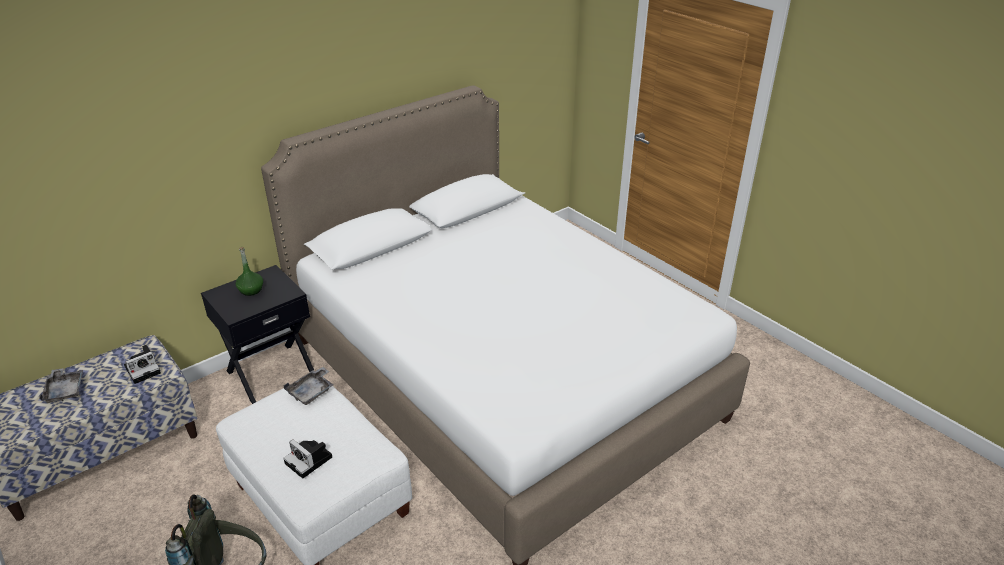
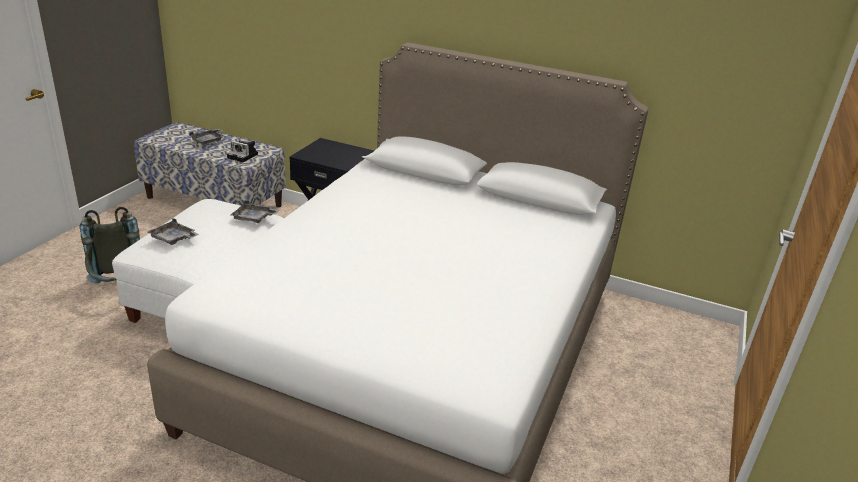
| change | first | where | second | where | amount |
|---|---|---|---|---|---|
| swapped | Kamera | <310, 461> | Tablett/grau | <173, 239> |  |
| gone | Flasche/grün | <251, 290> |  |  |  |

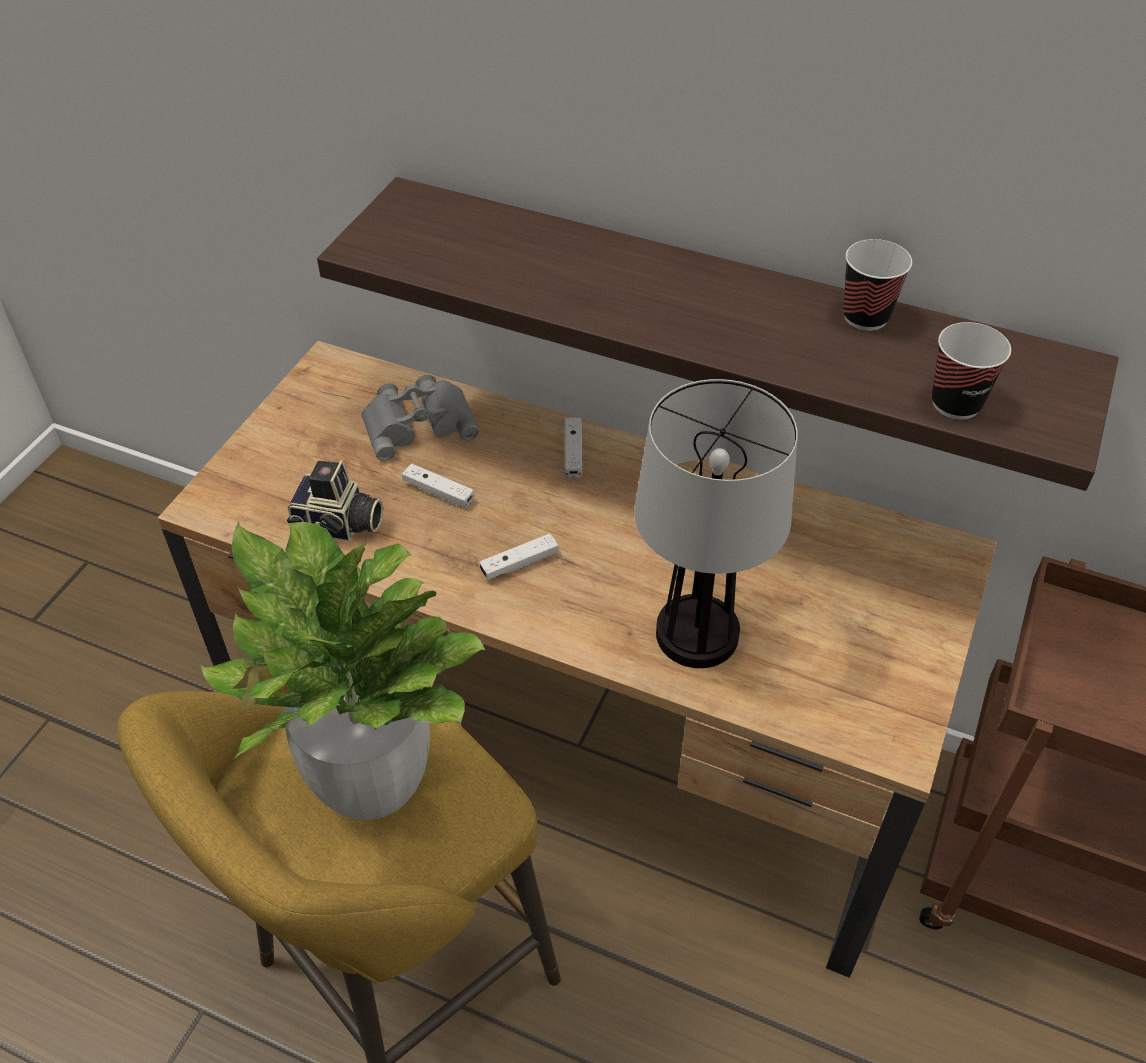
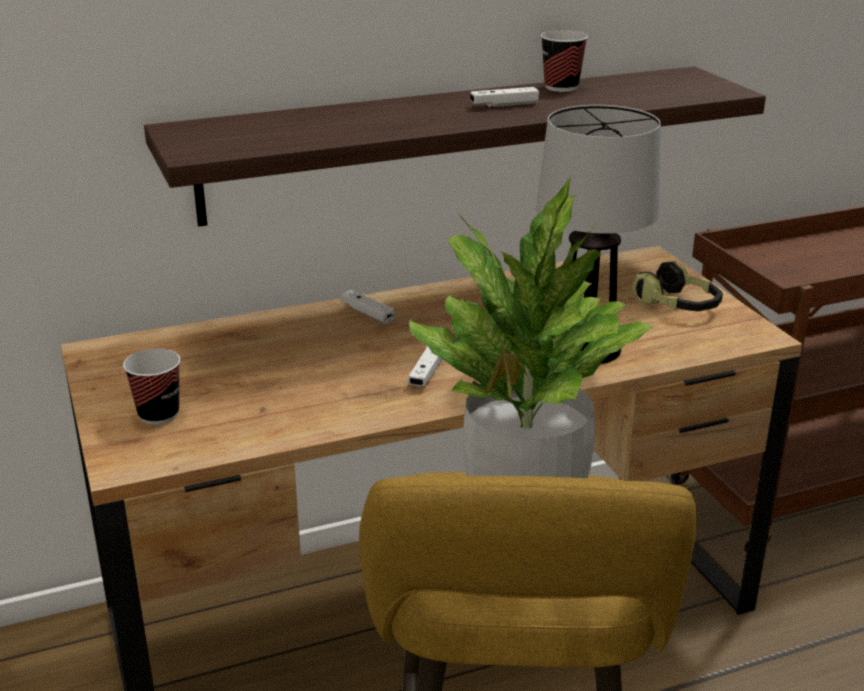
| change | first | where | second | where | amount |
|---|---|---|---|---|---|
| shifted | Tasse | <956, 403> |  | <159, 414> |  |
| shifted | Gamepad/weiß | <438, 492> |  | <504, 105> |  |
| new |  |  | Kopfhörer | <678, 305> |  |
| gone | Kamera | <339, 525> |  |  |  |
| gone | Fernglas/grau | <418, 422> |  |  |  |

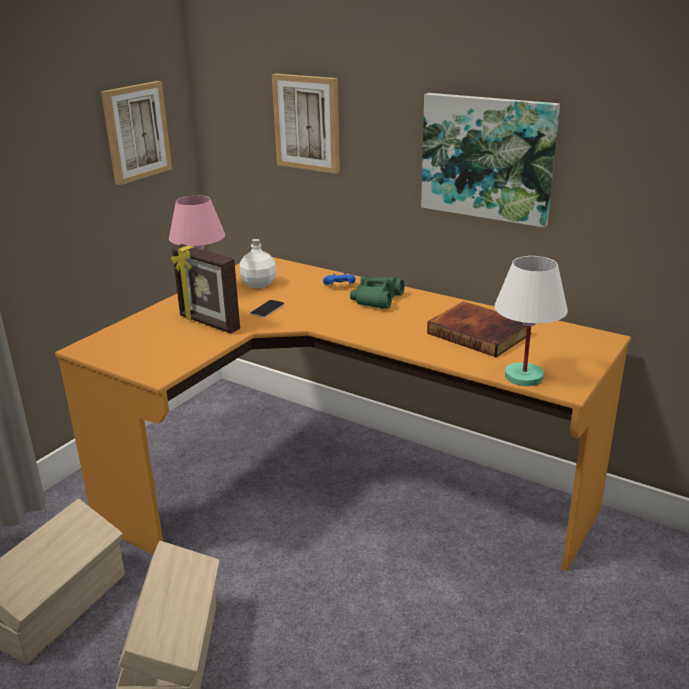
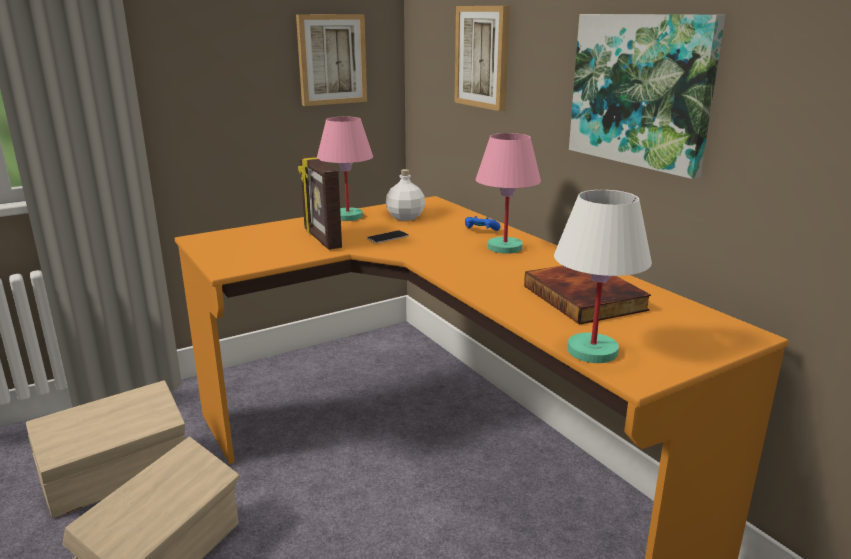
| change | first | where | second | where | amount |
|---|---|---|---|---|---|
| swapped | Fernglas/grün | <376, 299> | Tischlampe/rosa | <504, 248> |  |

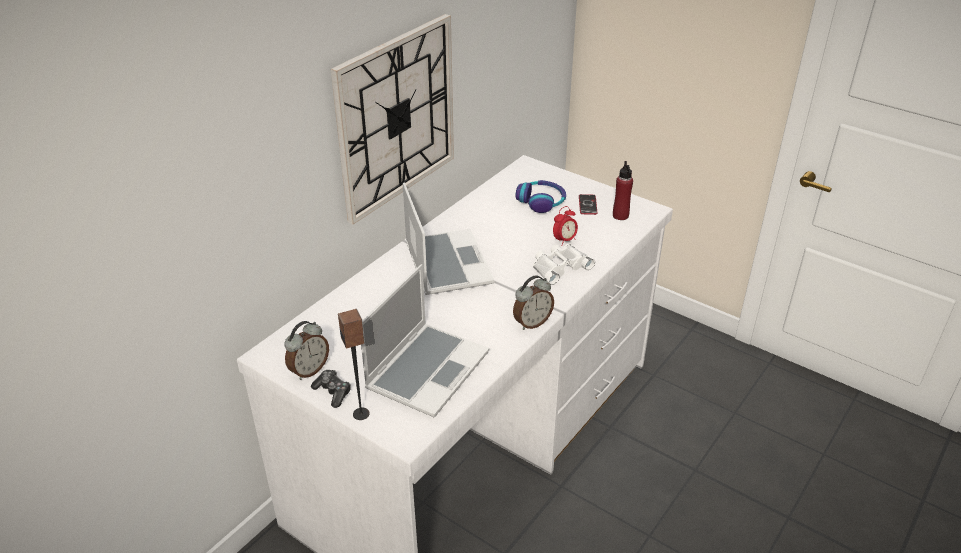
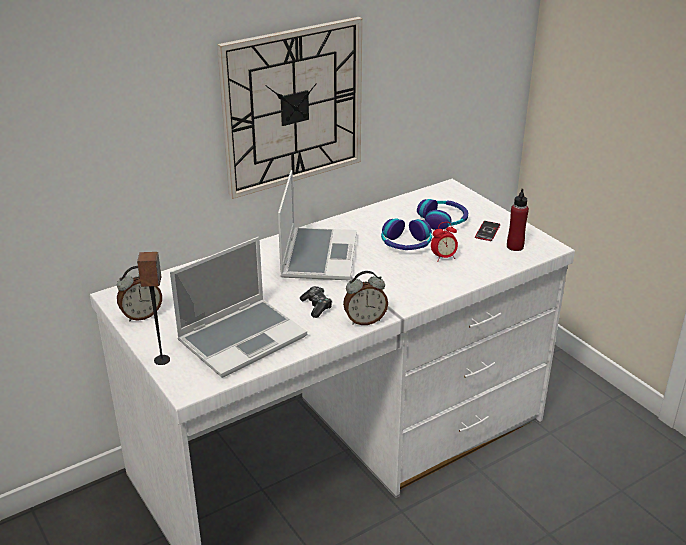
| change | first | where | second | where | amount |
|---|---|---|---|---|---|
| shifted | Gamepad | <333, 392> |  | <316, 306> |  |
| new |  |  | Kopfhörer | <406, 244> |  |
| gone | Fernglas/weiß | <559, 267> |  |  |  |

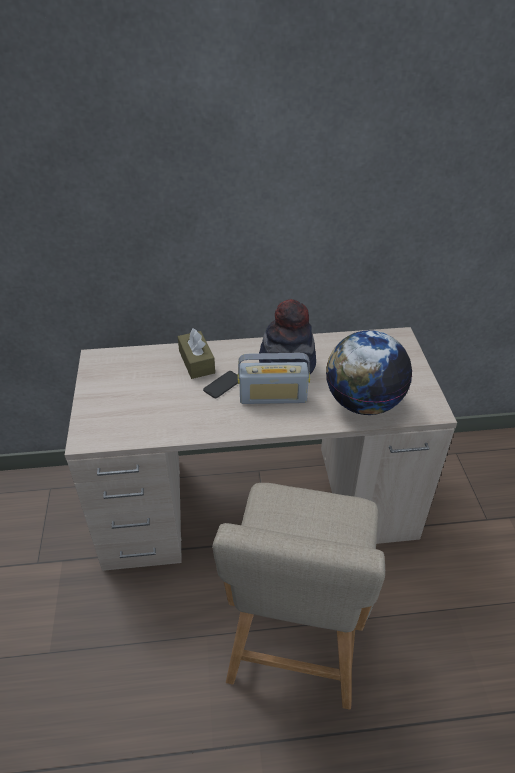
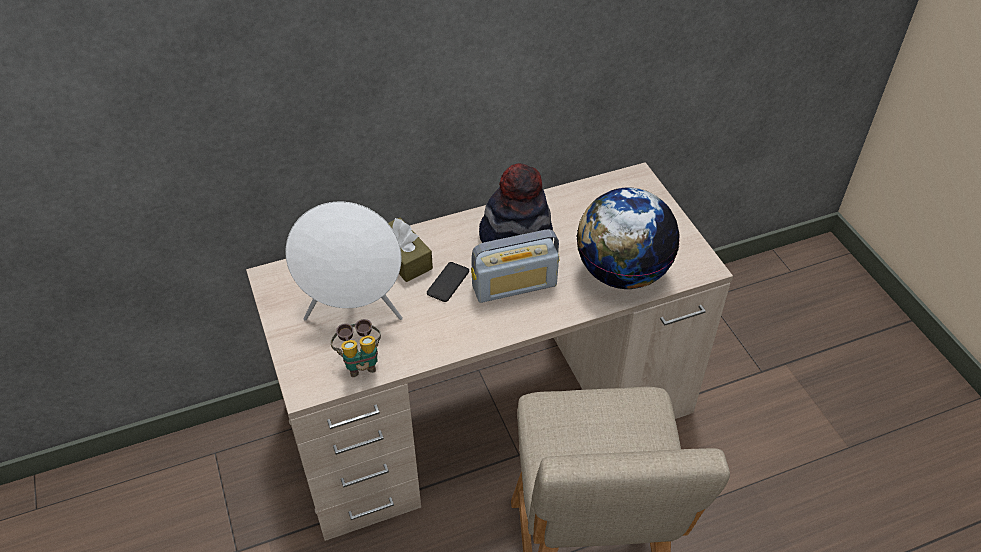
| change | first | where | second | where | amount |
|---|---|---|---|---|---|
| new |  |  | Lautsprecher/weiß | <354, 311> |  |
| new |  |  | Fernglas | <360, 362> |  |

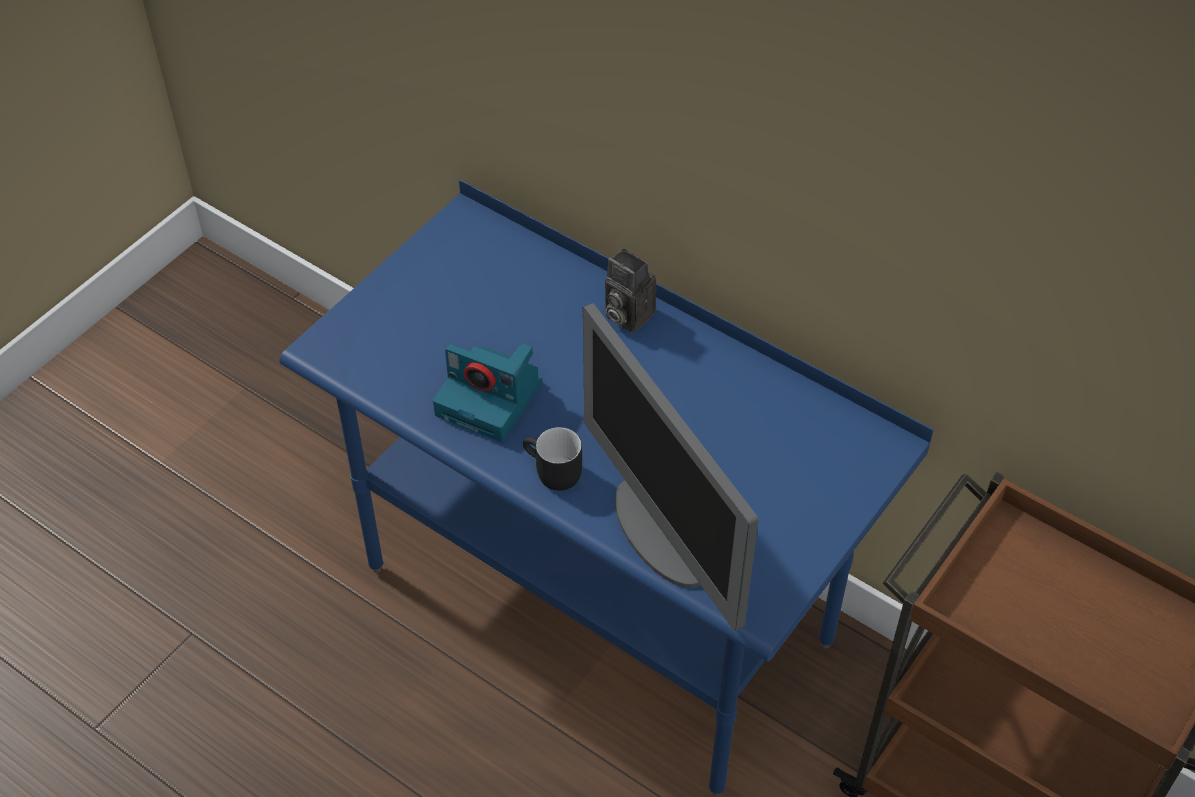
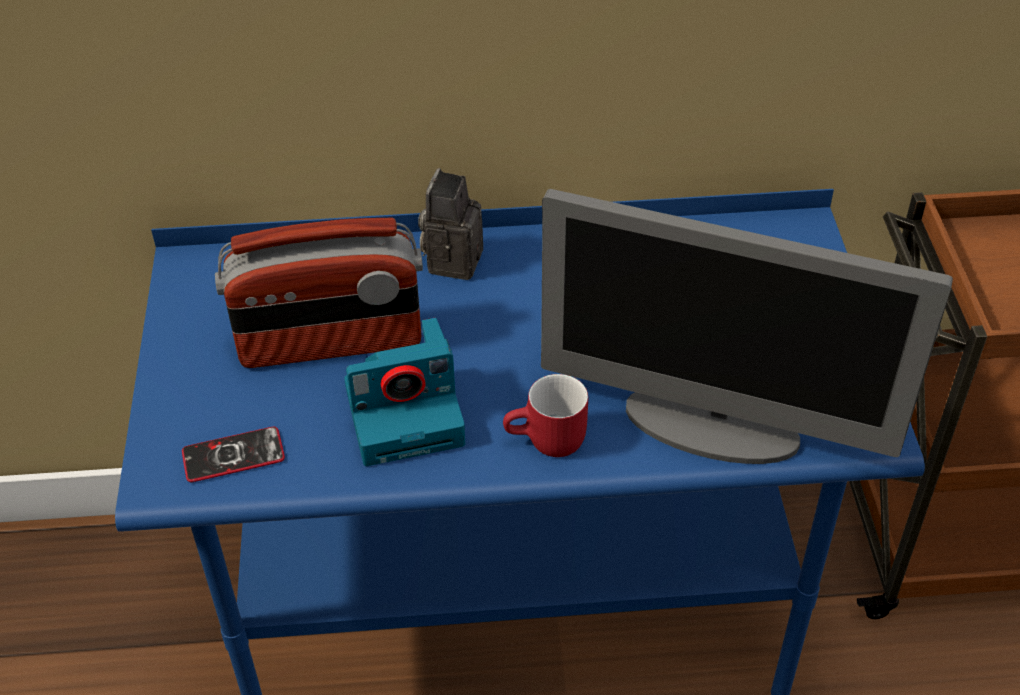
| change | first | where | second | where | amount |
|---|---|---|---|---|---|
| new |  |  | Handy | <233, 456> |  |
| new |  |  | Radio | <330, 343> |  |
| rotated | Kamera | <626, 315> |  | <452, 259> | 105 degrees clockwise |
| repainted | Henkelbecher/schwarz | <551, 474> | Henkelbecher/rot | <548, 443> |  |

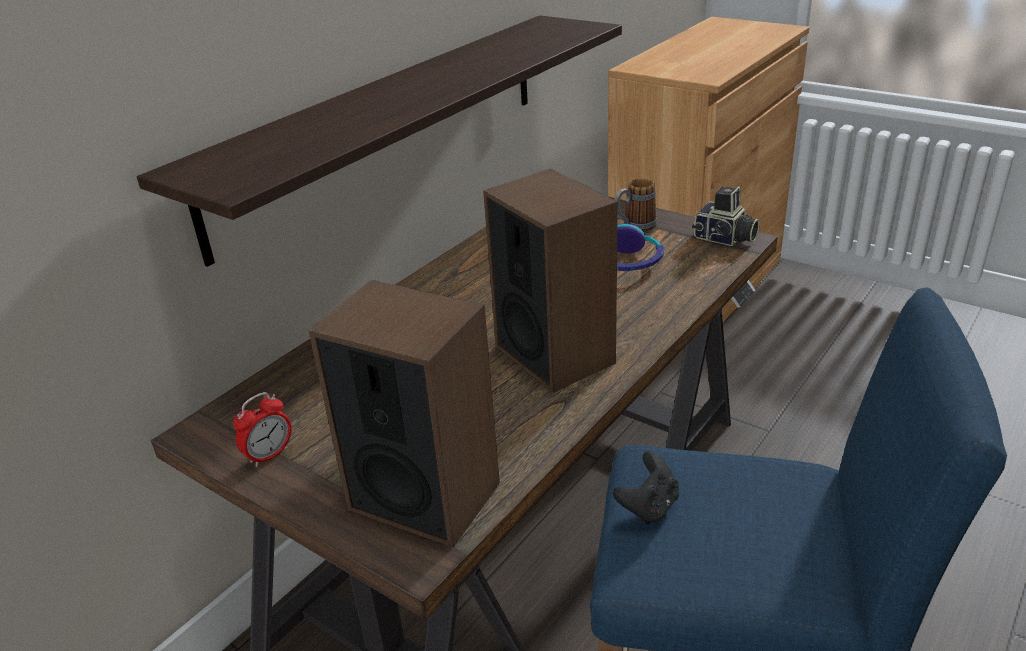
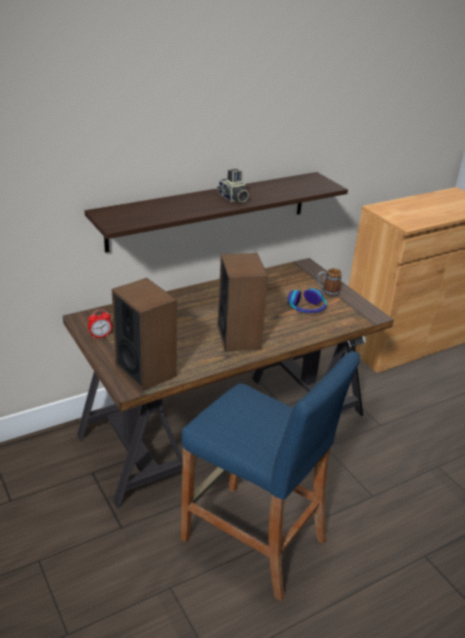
| change | first | where | second | where | amount |
|---|---|---|---|---|---|
| shifted | Kamera | <724, 239> |  | <233, 198> |  |
| gone | Gamepad/schwarz | <648, 507> |  |  |  |

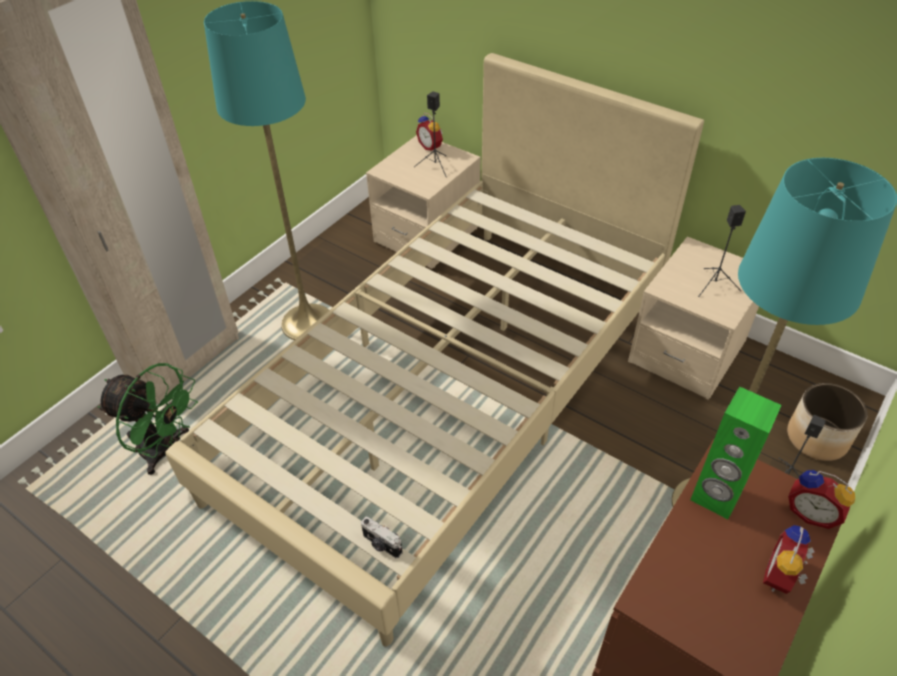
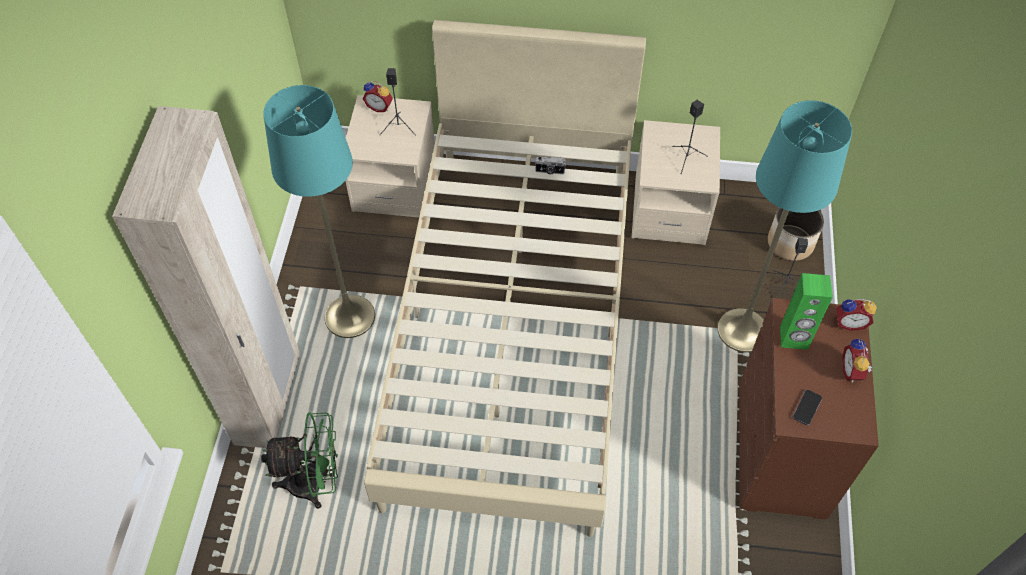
| change | first | where | second | where | amount |
|---|---|---|---|---|---|
| shifted | Kamera | <381, 545> |  | <549, 171> |  |
| new |  |  | Handy | <806, 408> |  |

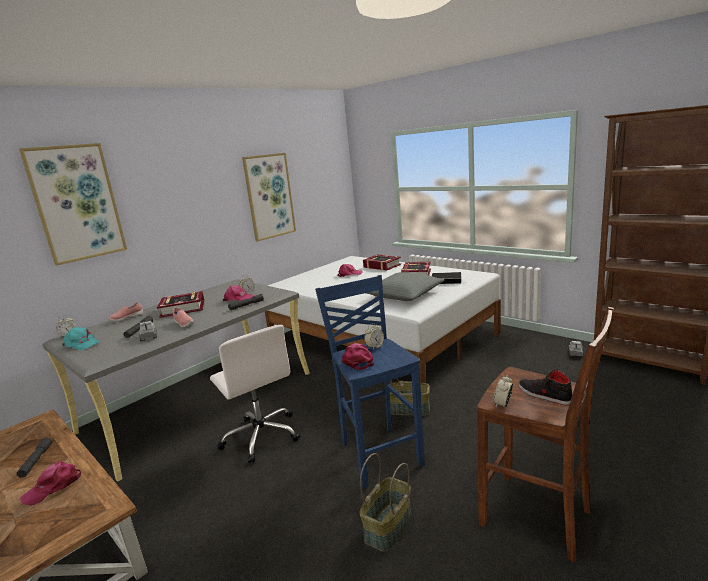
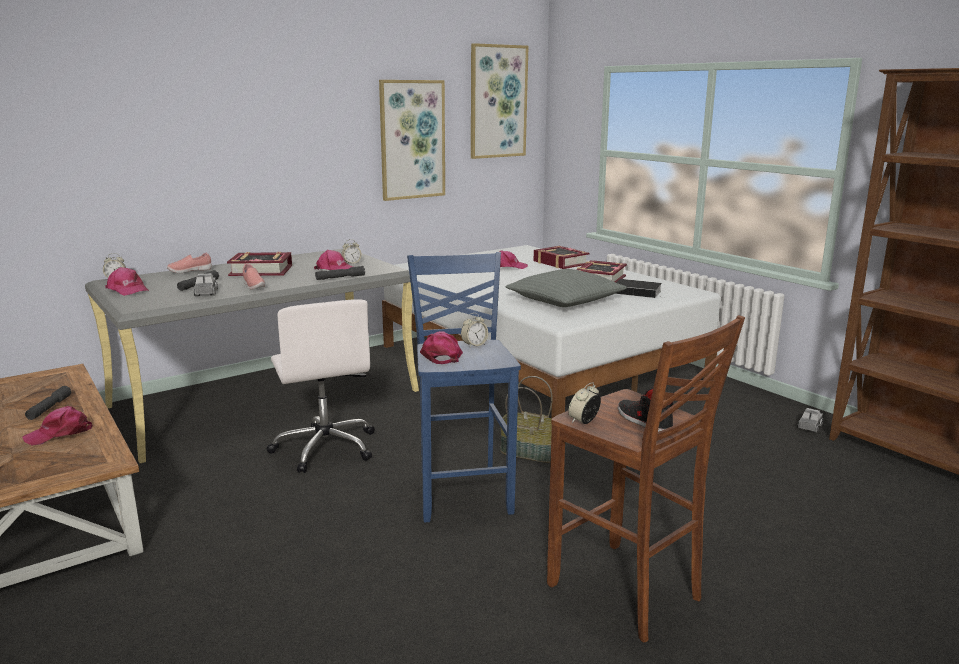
| change | first | where | second | where | amount |
|---|---|---|---|---|---|
| repainted | Kappe/türkis | <82, 344> | Kappe/rosa | <127, 290> |  |
| shifted | Bild | <76, 203> |  | <498, 102> |  |
| gone | Korb | <389, 527> |  |  |  |

